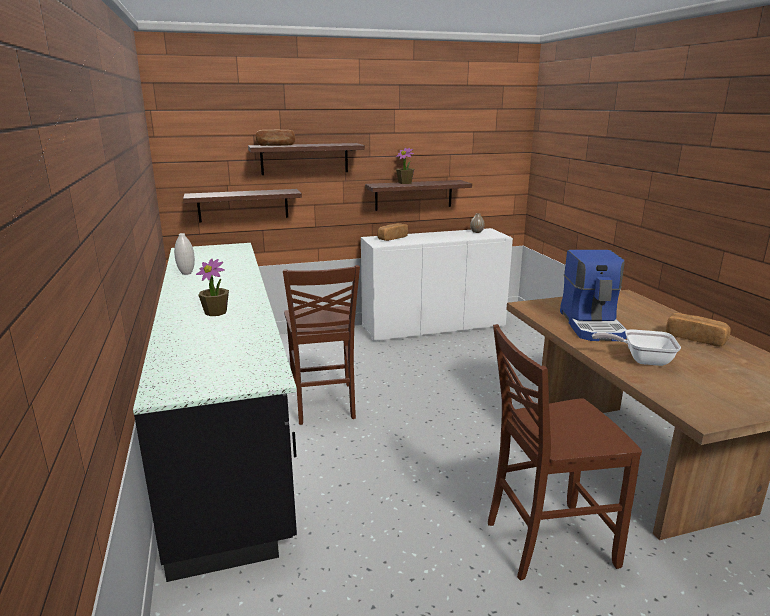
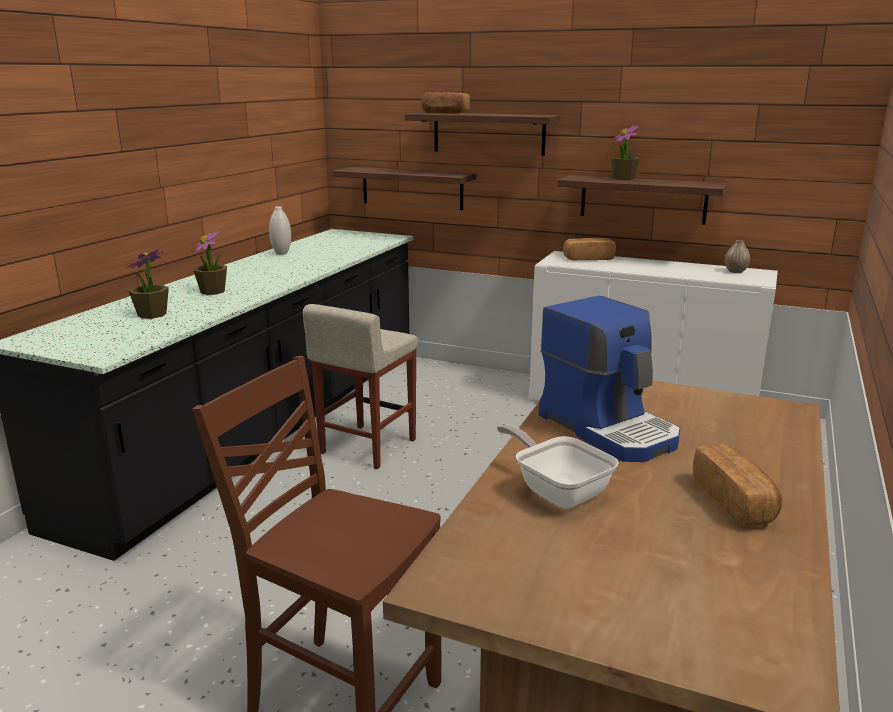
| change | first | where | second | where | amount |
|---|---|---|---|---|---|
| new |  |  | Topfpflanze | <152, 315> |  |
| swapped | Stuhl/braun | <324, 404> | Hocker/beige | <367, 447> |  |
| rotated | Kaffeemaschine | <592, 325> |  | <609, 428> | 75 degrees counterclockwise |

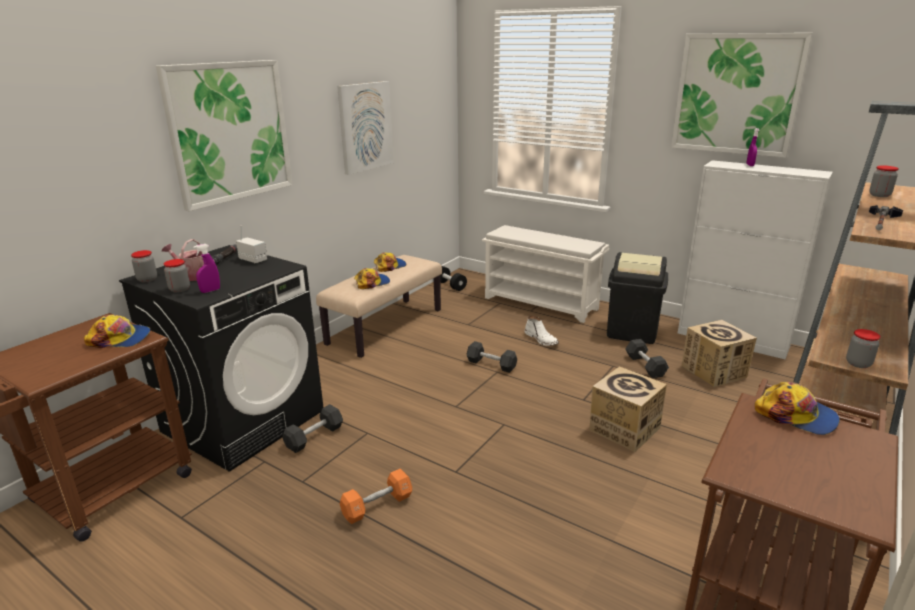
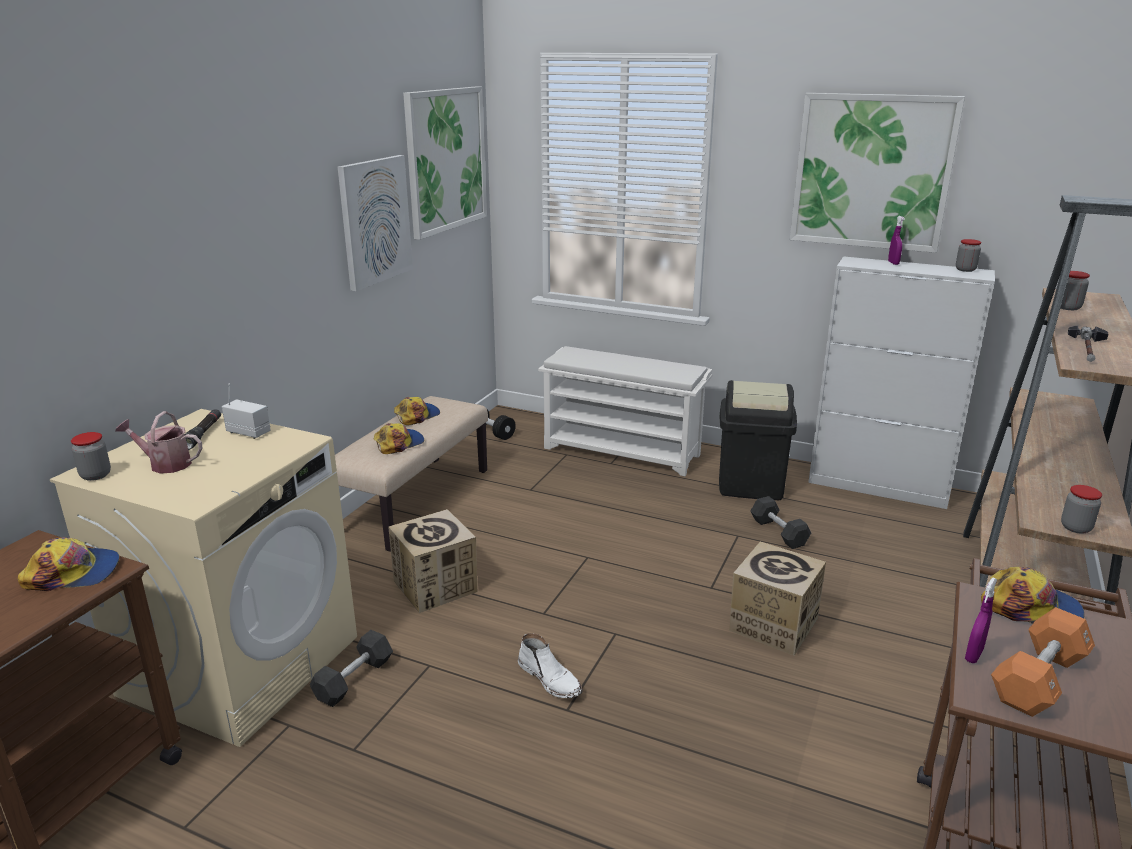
| change | first | where | second | where | amount |
|---|---|---|---|---|---|
| repainted | Waschmaschine/schwarz | <244, 420> | Waschmaschine/beige | <241, 664> |  |
| shifted | Karton | <714, 371> |  | <435, 586> |  |
| shifted | Bild | <230, 132> |  | <446, 160> |  |
| shifted | Stiefel/weiß | <541, 339> |  | <550, 679> |  |
| shifted | Vorratsglas | <179, 289> |  | <965, 269> |  |
| shifted | Sprühflasche/lila | <210, 291> |  | <973, 655> |  |
| shifted | Hantel/orange | <377, 505> |  | <1038, 679> |  |
| gone | Hantel/schwarz | <491, 364> |  |  |  |

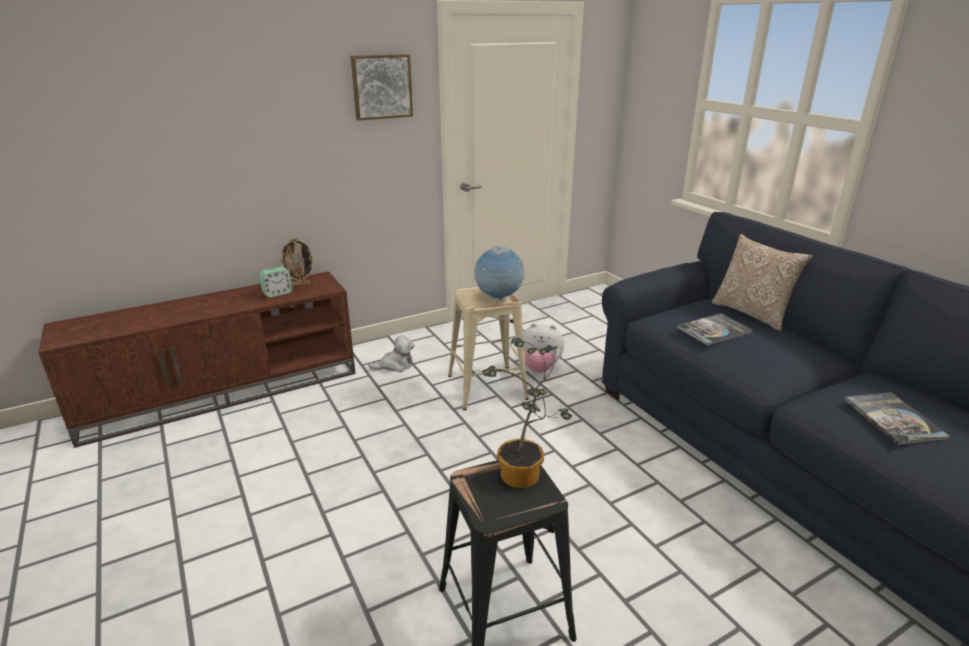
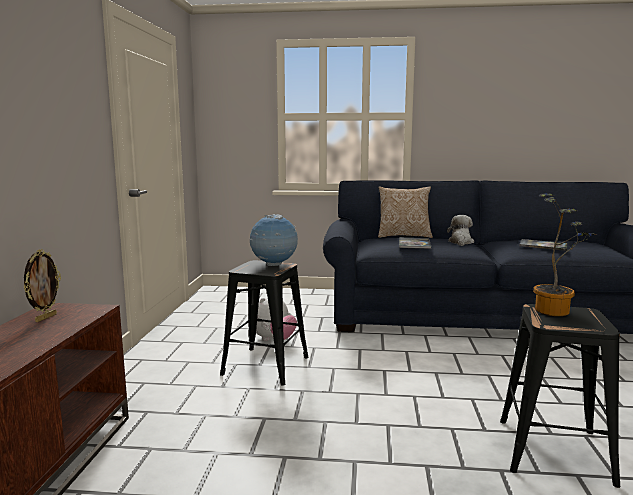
| change | first | where | second | where | amount |
|---|---|---|---|---|---|
| repainted | Hocker/beige | <486, 386> | Hocker/schwarz | <265, 365> |  |
| shifted | Plüschtier | <395, 365> |  | <460, 242> |  |
| gone | Wecker | <278, 293> |  |  |  |
| gone | Bild | <381, 86> |  |  |  |

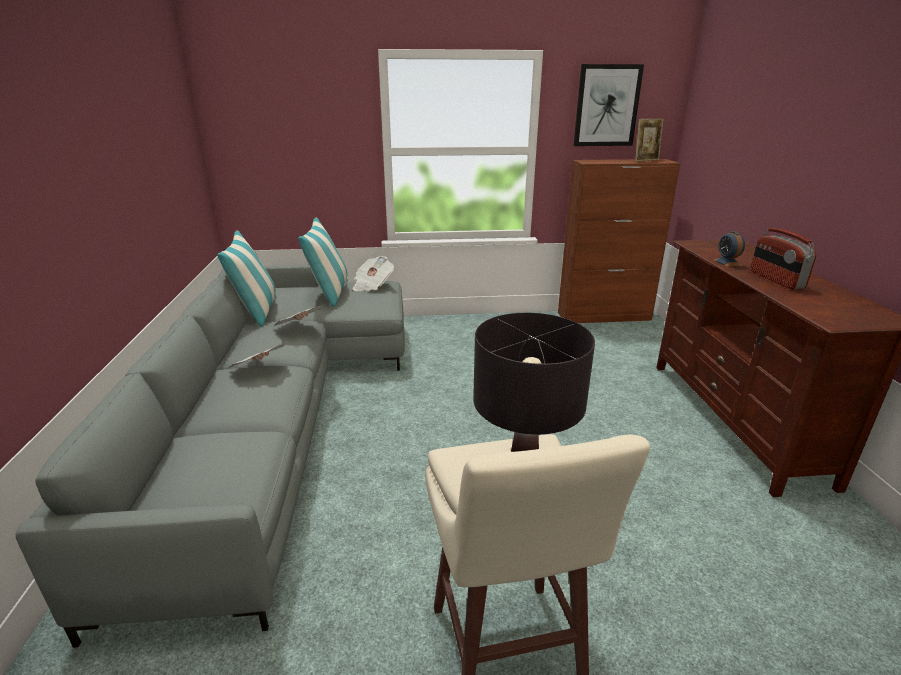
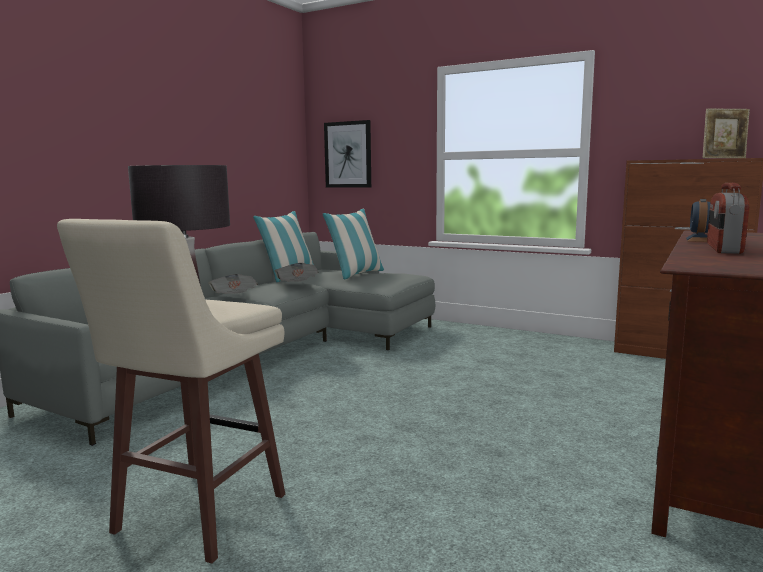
| change | first | where | second | where | amount |
|---|---|---|---|---|---|
| shifted | Bild | <607, 106> |  | <348, 154> |  |
| gone | Zeitung | <372, 285> |  |  |  |

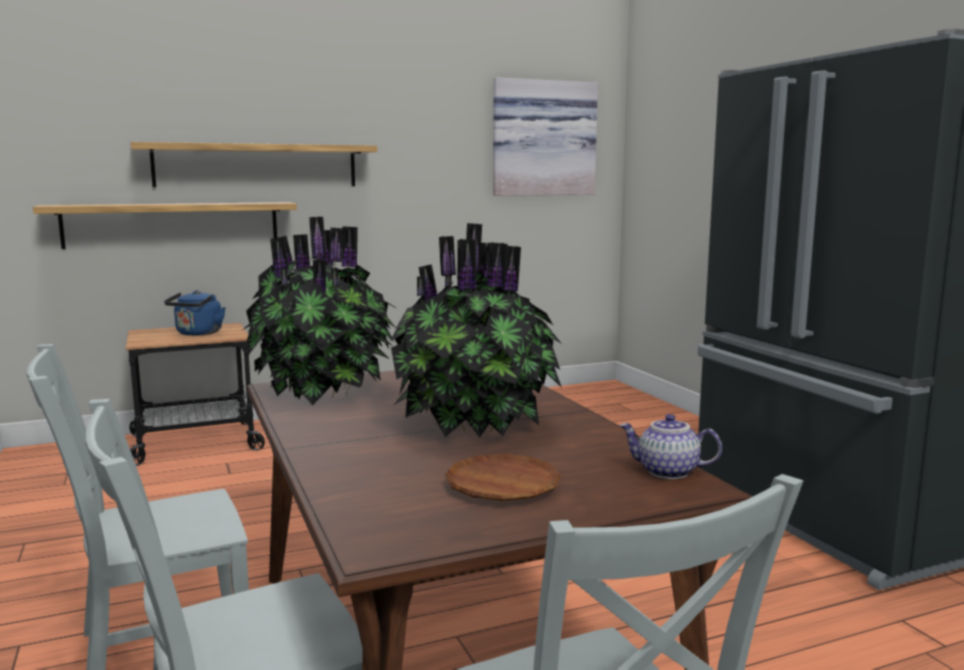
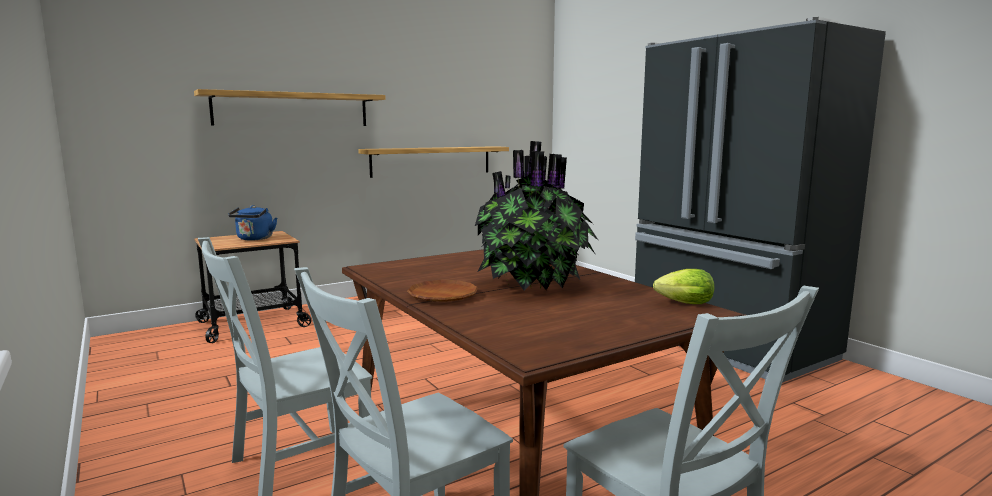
| change | first | where | second | where | amount |
|---|---|---|---|---|---|
| shifted | Wandregal | <173, 224> |  | <432, 161> |  |
| shifted | Teller/braun | <502, 485> |  | <442, 296> |  |
| swapped | Teekanne | <667, 472> | Salatkopf | <681, 303> |  |
| gone | Topfpflanze | <325, 391> |  |  |  |
| gone | Bild | <542, 138> |  |  |  |

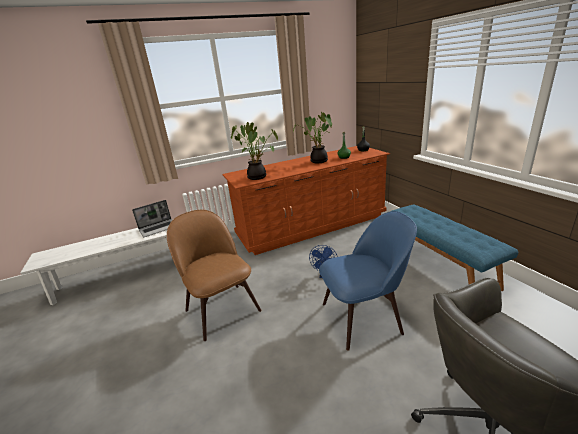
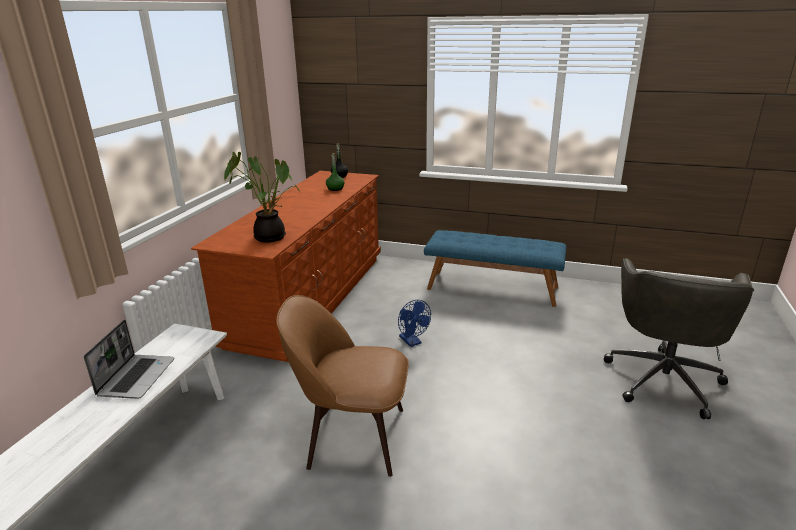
| change | first | where | second | where | amount |
|---|---|---|---|---|---|
| gone | Topfpflanze | <317, 161> |  |  |  |
| gone | Stuhl/blau | <364, 317> |  |  |  |

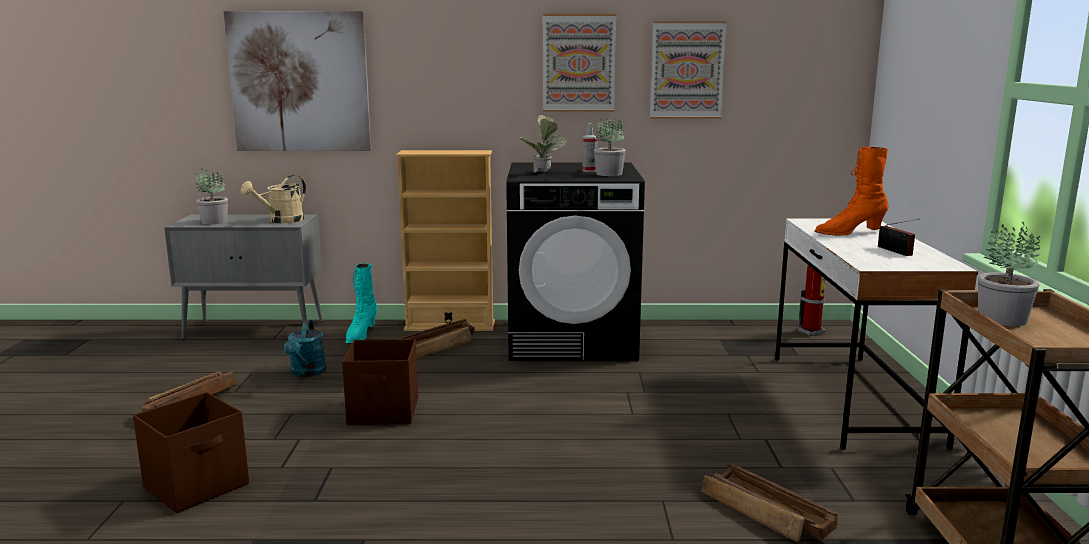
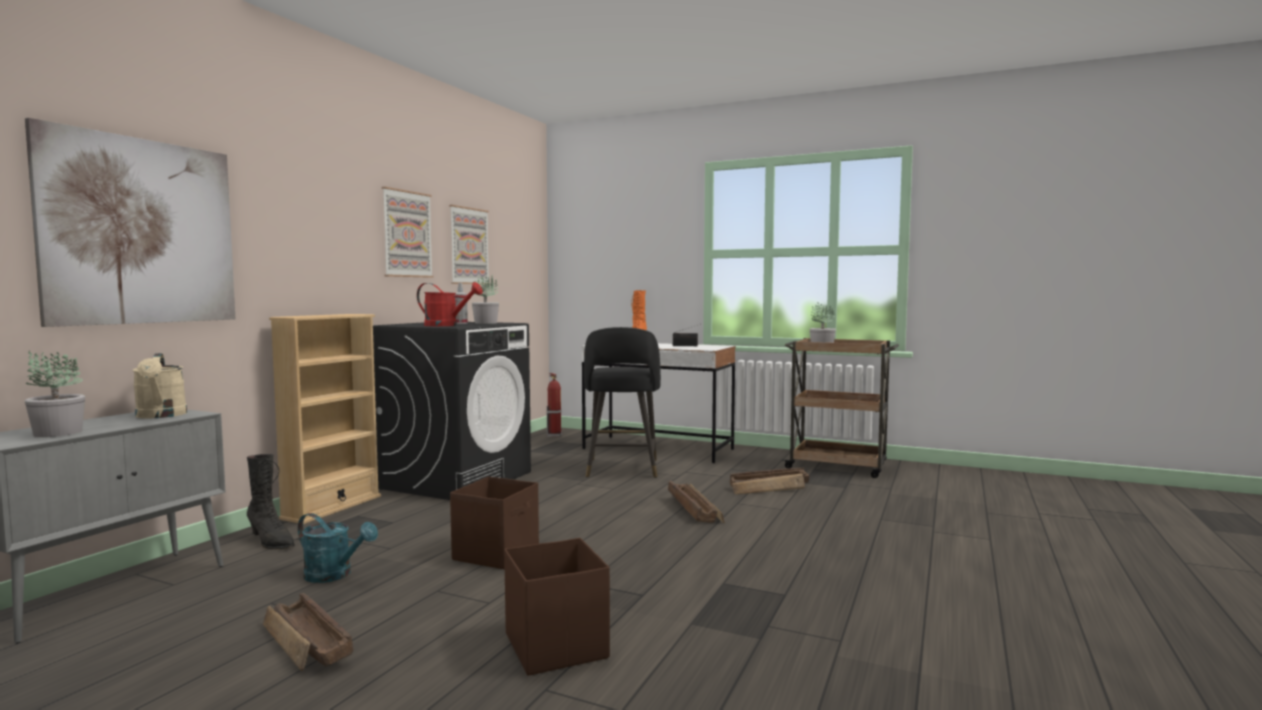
| change | first | where | second | where | amount |
|---|---|---|---|---|---|
| repainted | Stiefel/türkis | <360, 335> | Stiefel/schwarz | <271, 542> |  |
| swapped | Topfpflanze | <543, 173> | Gießkanne/rot | <447, 325> |  |
| new |  |  | Hocker/schwarz | <622, 469> |  |
| shifted | Kiste | <437, 347> |  | <694, 509> |  |

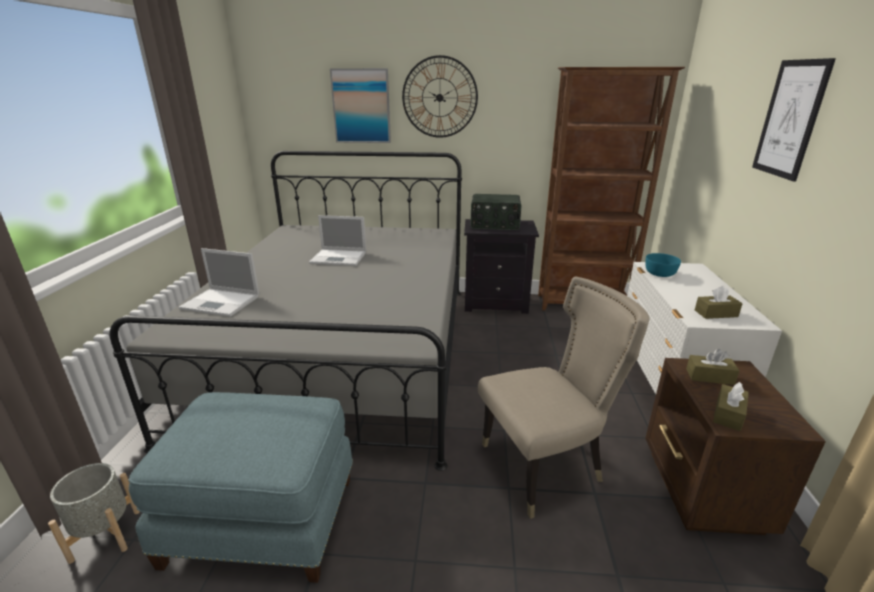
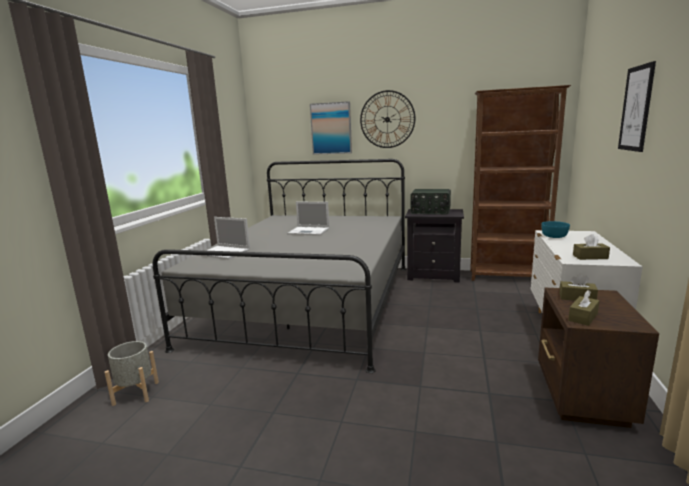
| change | first | where | second | where | amount |
|---|---|---|---|---|---|
| gone | Polsterhocker/blau | <263, 518> |  |  |  |
| gone | Stuhl/beige | <546, 465> |  |  |  |

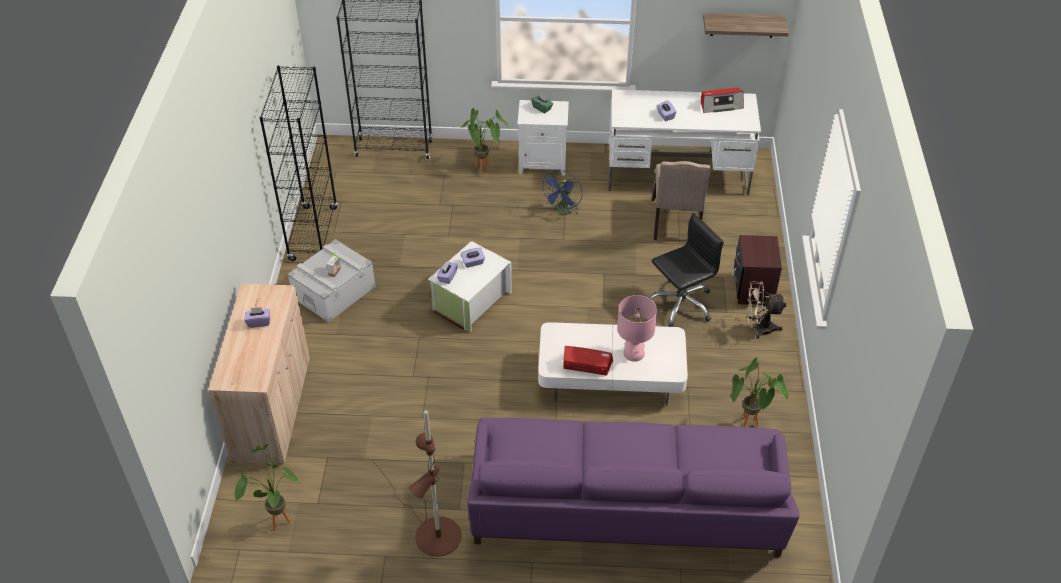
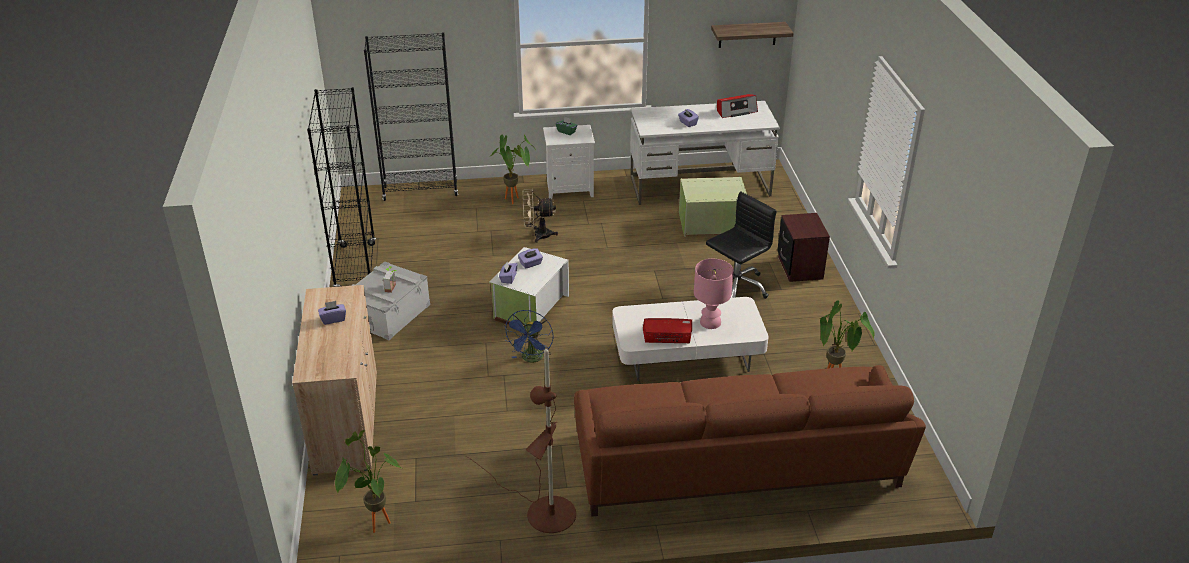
| change | first | where | second | where | amount |
|---|---|---|---|---|---|
| shifted | Ventilator/blau | <563, 211> |  | <531, 359> |  |
| shifted | Ventilator/beige | <759, 328> |  | <537, 235> |  |
| repainted | Sofa/lila | <626, 507> | Sofa/braun | <736, 463> |  |
| swapped | Stuhl/beige | <677, 223> | Aufbewahrungsbox/grün | <711, 224> |  |

